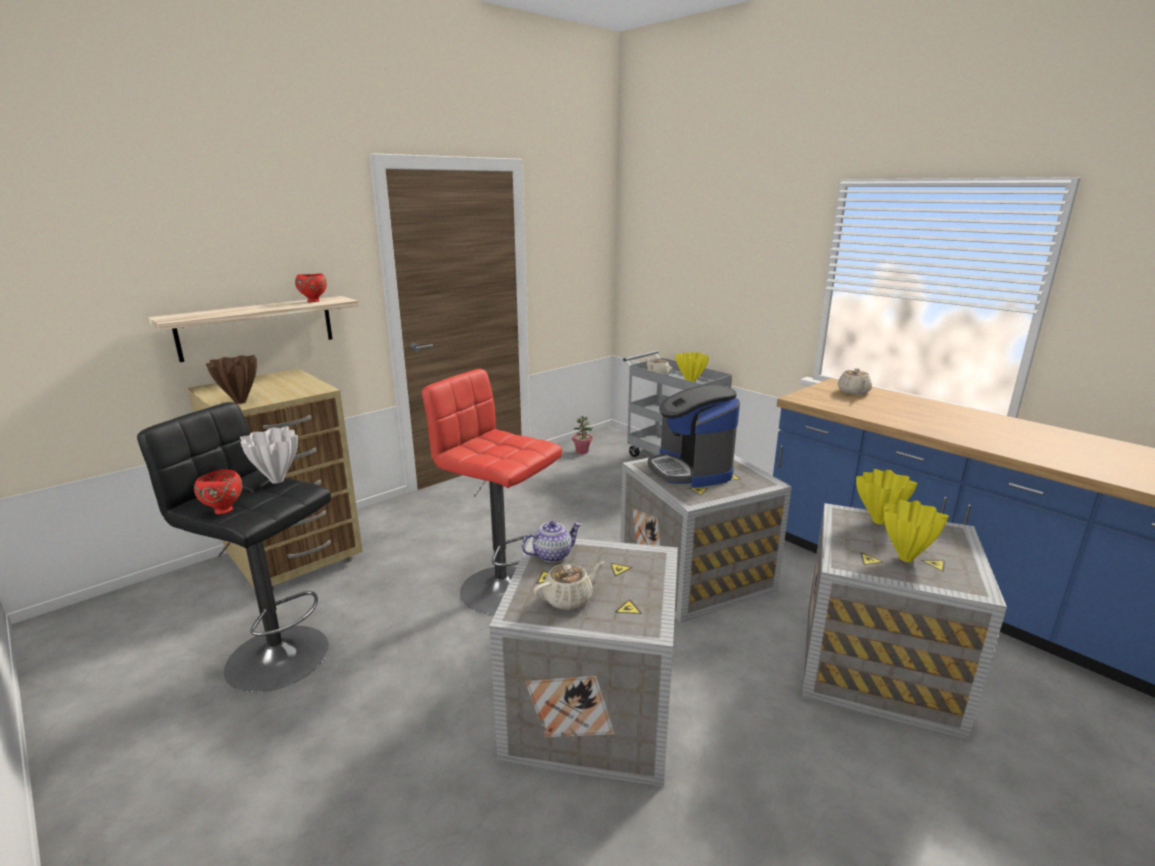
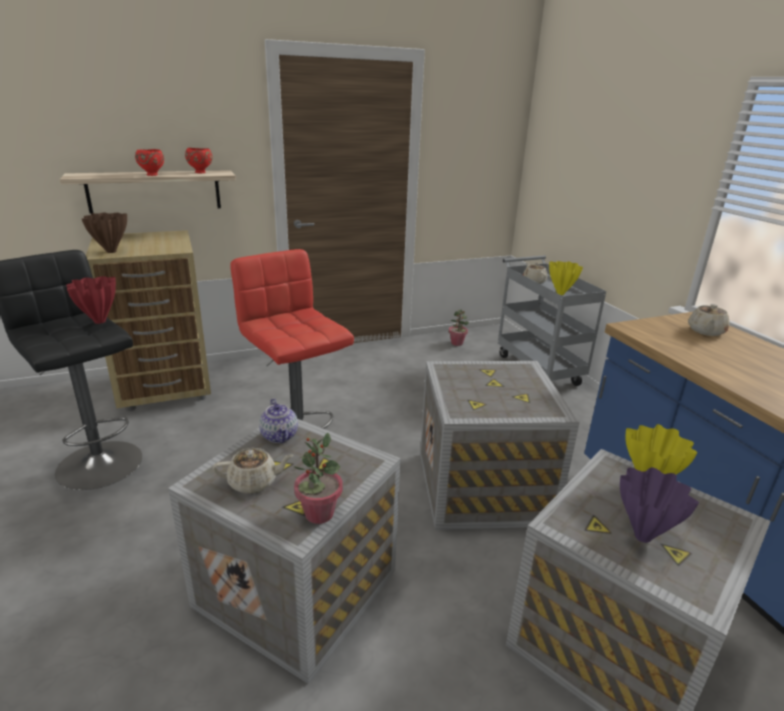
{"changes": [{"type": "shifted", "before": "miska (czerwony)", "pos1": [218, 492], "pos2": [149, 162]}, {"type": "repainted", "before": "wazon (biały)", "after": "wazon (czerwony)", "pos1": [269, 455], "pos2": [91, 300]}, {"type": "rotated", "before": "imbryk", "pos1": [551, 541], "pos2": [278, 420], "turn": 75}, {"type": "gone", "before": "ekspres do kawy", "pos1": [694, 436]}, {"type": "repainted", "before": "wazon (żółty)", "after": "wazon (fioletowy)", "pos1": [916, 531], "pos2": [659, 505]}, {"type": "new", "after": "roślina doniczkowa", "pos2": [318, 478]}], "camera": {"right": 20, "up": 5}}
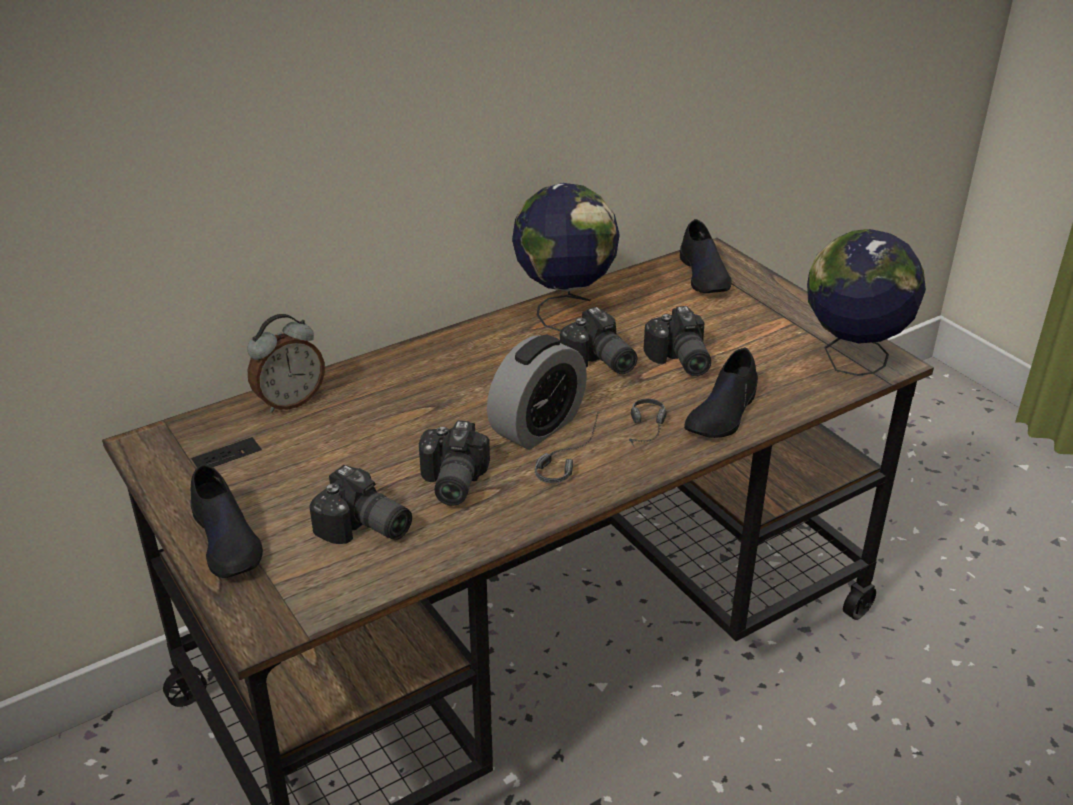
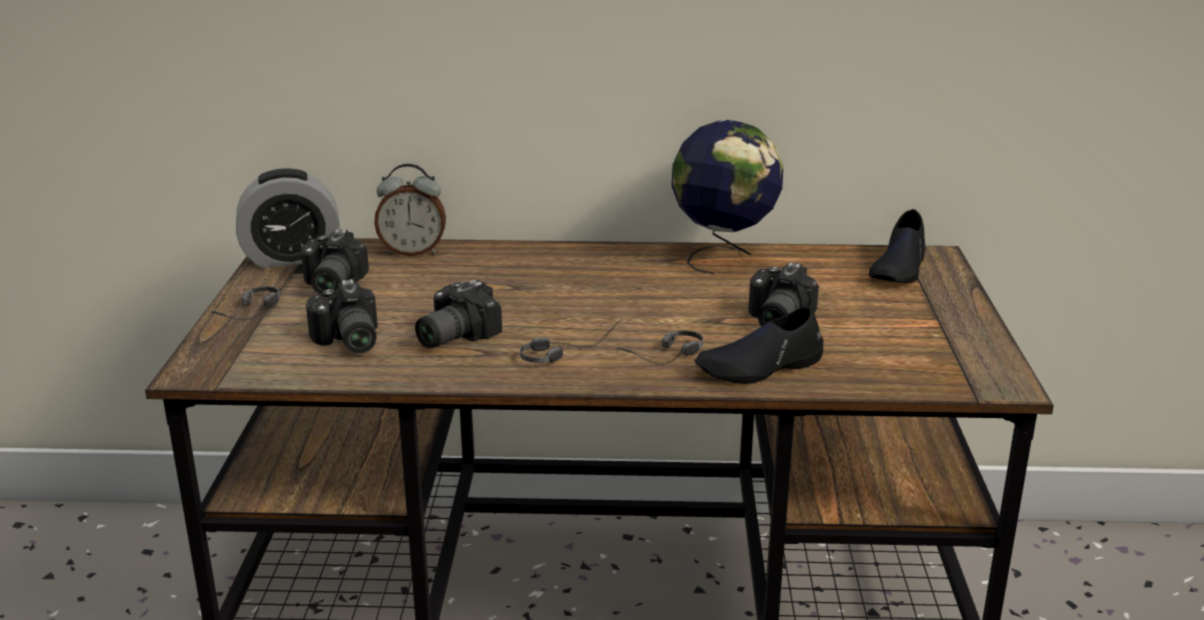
{"changes": [{"type": "swapped", "before": "but (czarny)", "after": "słuchawki", "pos1": [227, 521], "pos2": [245, 303]}, {"type": "shifted", "before": "budzik", "pos1": [537, 392], "pos2": [288, 218]}, {"type": "shifted", "before": "aparat fotograficzny", "pos1": [599, 340], "pos2": [335, 261]}, {"type": "gone", "before": "globus", "pos1": [866, 302]}], "camera": {"right": 35, "up": -10}}
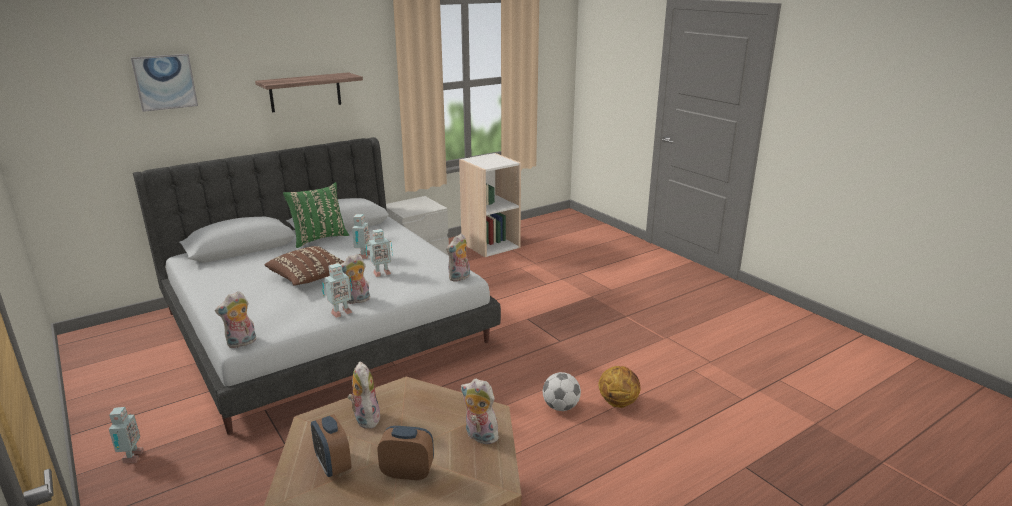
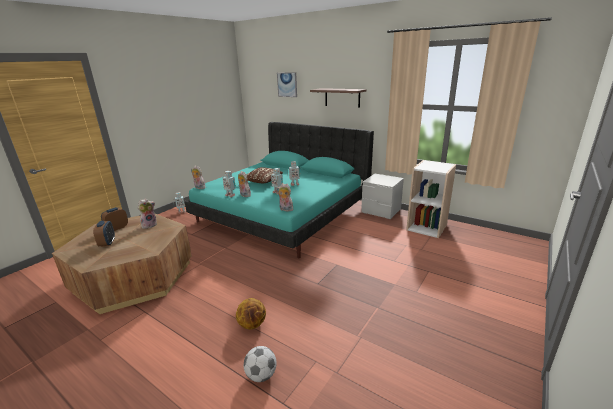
{"changes": [{"type": "repainted", "before": "łóżko (szary)", "after": "łóżko (turkusowy)", "pos1": [317, 286], "pos2": [279, 190]}, {"type": "gone", "before": "poduszka (zielony)", "pos1": [316, 215]}, {"type": "gone", "before": "pluszak", "pos1": [482, 411]}, {"type": "shifted", "before": "piłka futbolowa", "pos1": [562, 391], "pos2": [260, 364]}], "camera": {"right": 70, "up": 0}}
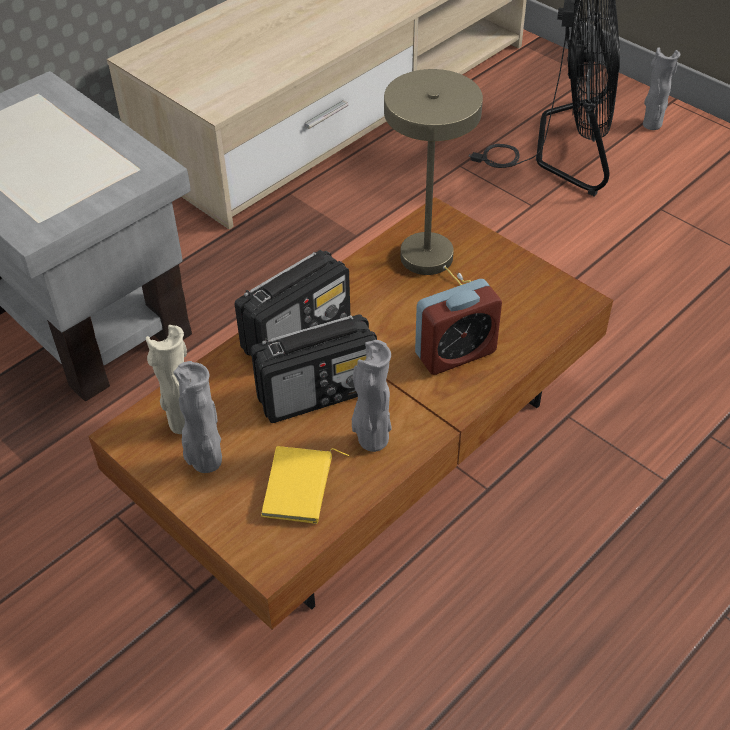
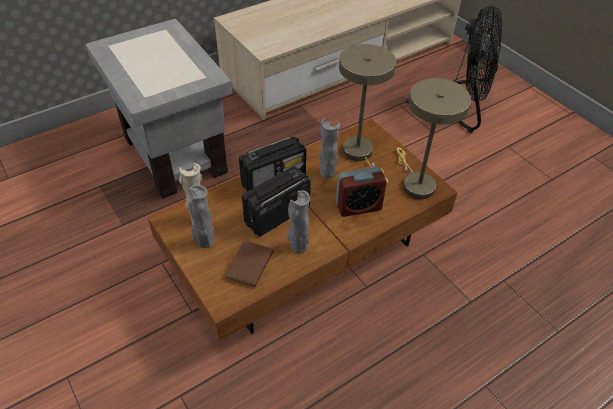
{"changes": [{"type": "rotated", "before": "radio", "pos1": [314, 368], "pos2": [276, 201], "turn": 150}, {"type": "repainted", "before": "książka (żółty)", "after": "książka (brązowy)", "pos1": [305, 485], "pos2": [254, 263]}, {"type": "shifted", "before": "wazon (szary)", "pos1": [661, 88], "pos2": [329, 148]}, {"type": "new", "after": "lampa stołowa (beżowy)", "pos2": [434, 138]}], "camera": {"right": 10, "up": 0}}
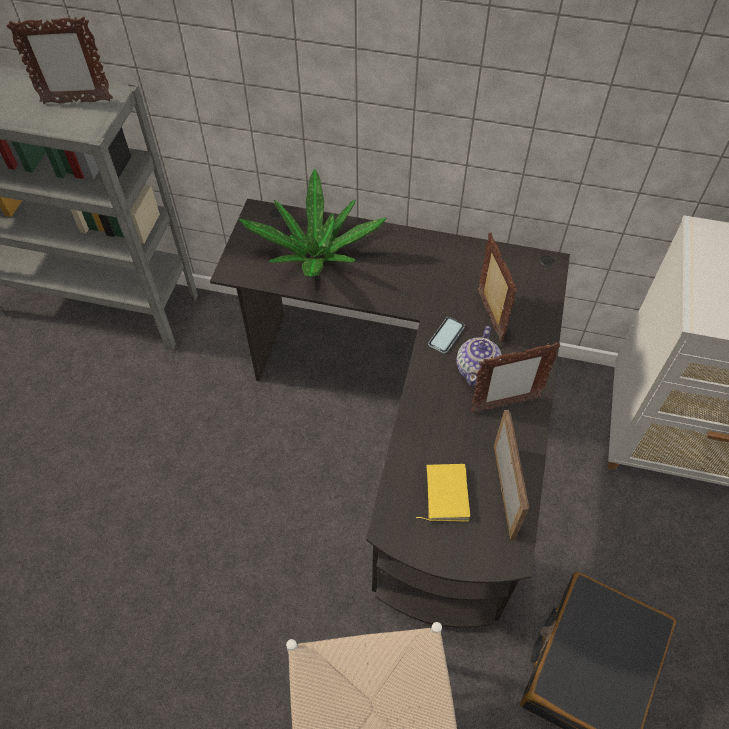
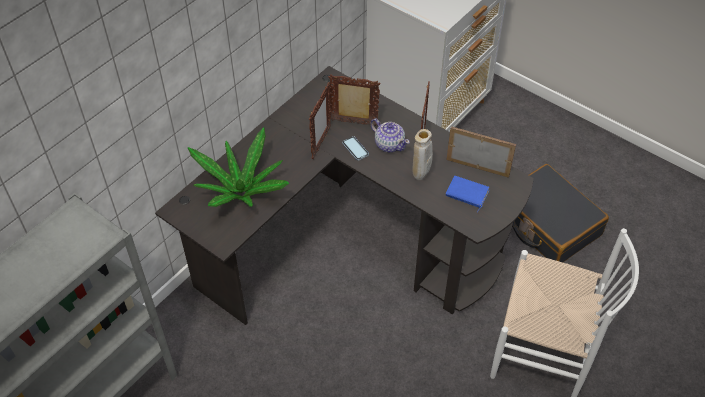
{"changes": [{"type": "shifted", "before": "ramka na zdjęcie", "pos1": [59, 60], "pos2": [320, 120]}, {"type": "repainted", "before": "książka (żółty)", "after": "książka (niebieski)", "pos1": [443, 493], "pos2": [468, 194]}, {"type": "new", "after": "wazon (beżowy)", "pos2": [422, 154]}], "camera": {"right": -65, "up": -5}}
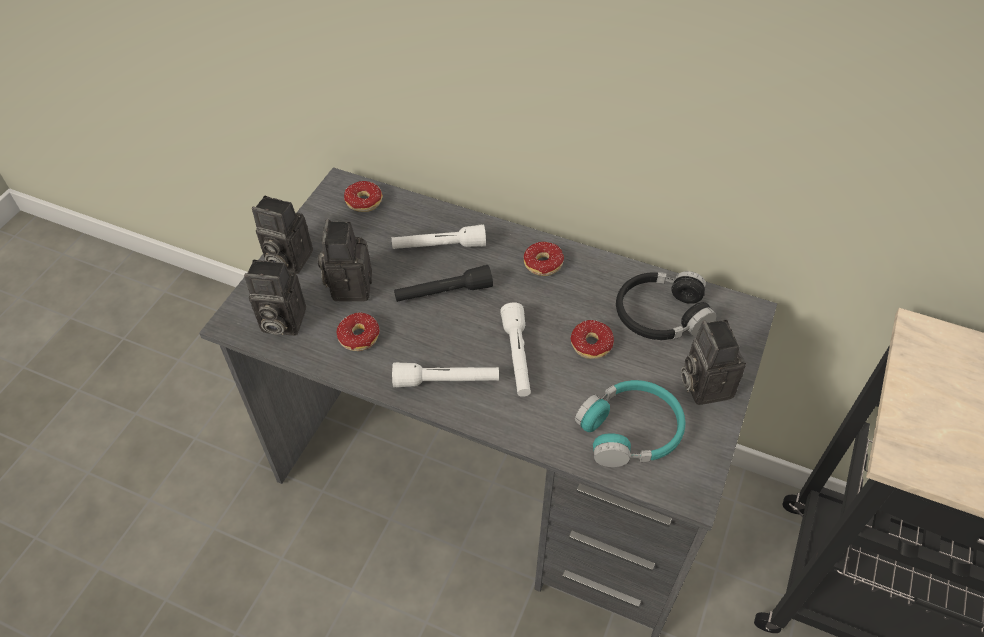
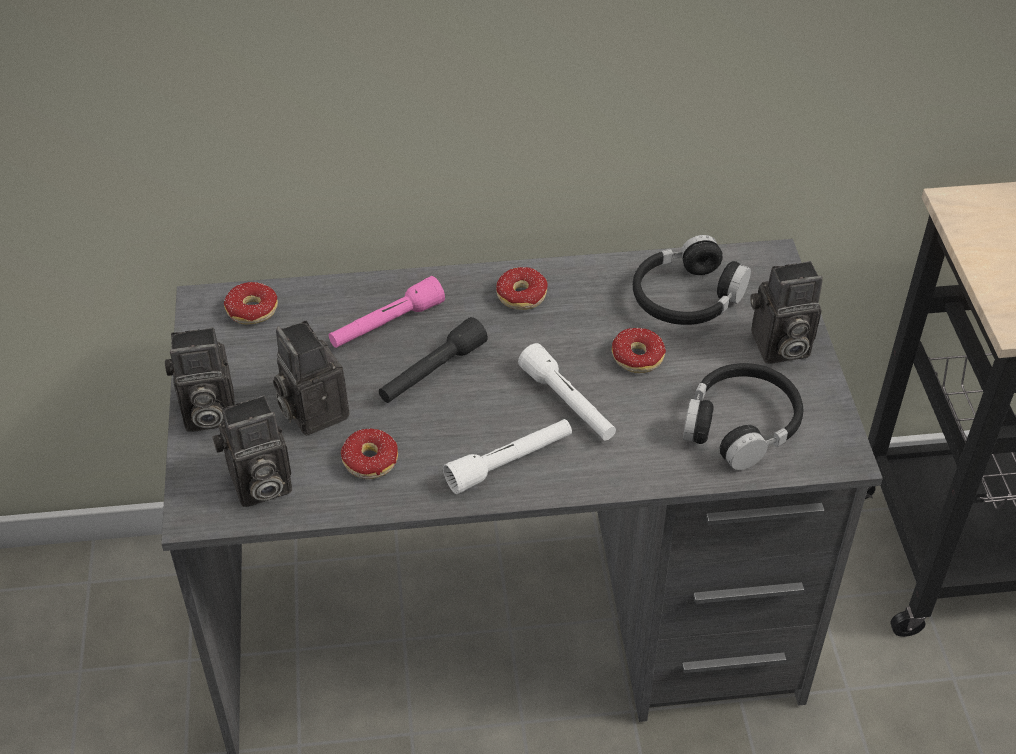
{"changes": [{"type": "repainted", "before": "latarka (biały)", "after": "latarka (różowy)", "pos1": [439, 237], "pos2": [387, 312]}, {"type": "repainted", "before": "słuchawki (turkusowy)", "after": "słuchawki (czarny)", "pos1": [630, 423], "pos2": [743, 416]}, {"type": "rotated", "before": "aparat fotograficzny", "pos1": [713, 362], "pos2": [786, 312], "turn": -60}], "camera": {"right": -30, "up": -5}}
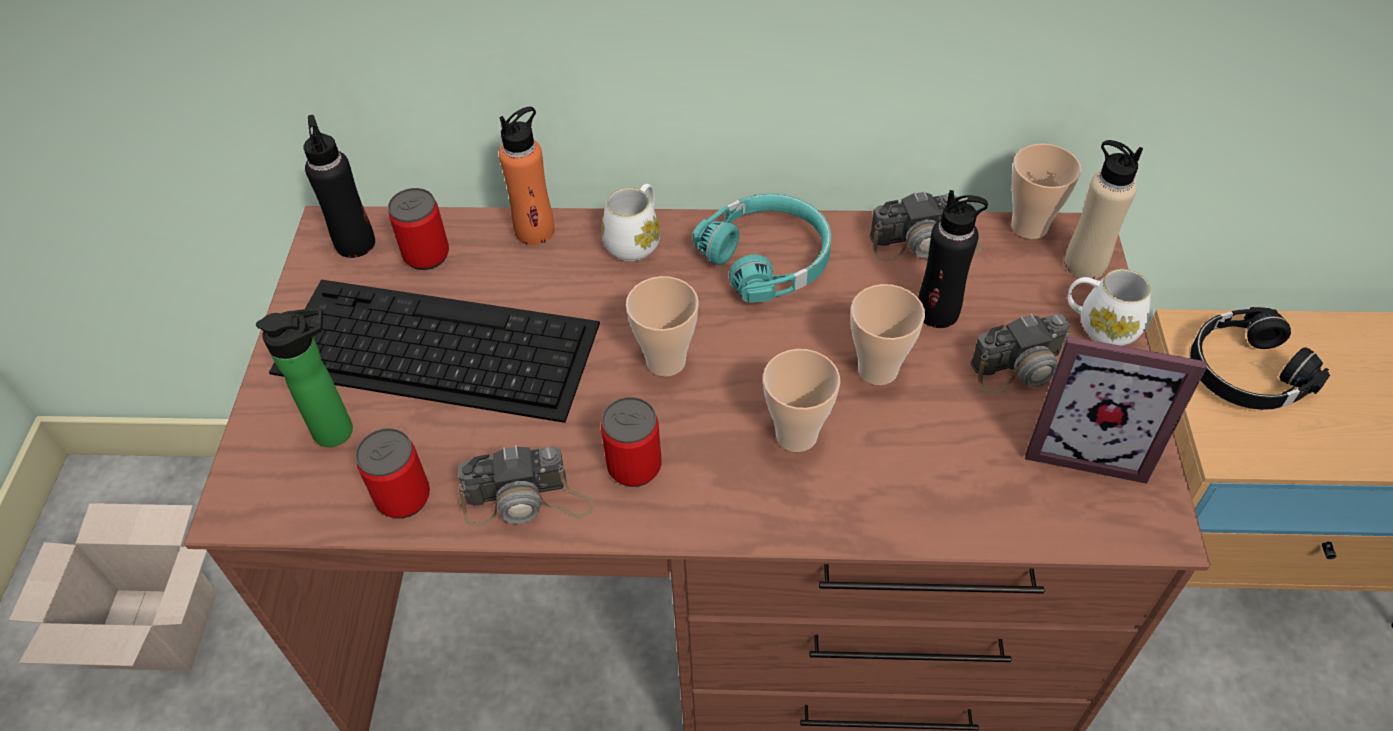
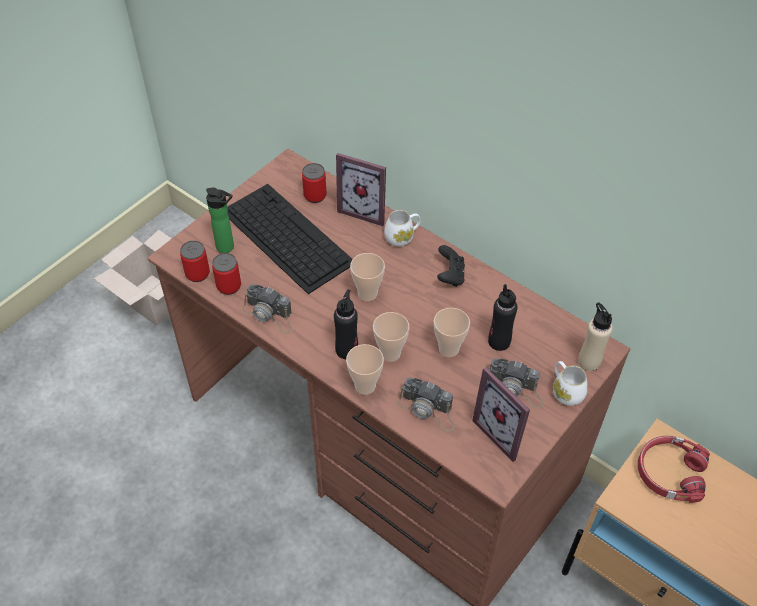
{"changes": [{"type": "shifted", "before": "butelka (czarny)", "pos1": [339, 186], "pos2": [346, 324]}, {"type": "swapped", "before": "butelka (pomarańczowy)", "after": "ramka na zdjęcie", "pos1": [526, 176], "pos2": [361, 189]}, {"type": "shifted", "before": "puszka", "pos1": [631, 442], "pos2": [195, 261]}, {"type": "swapped", "before": "słuchawki (turkusowy)", "after": "pad do gier (czarny)", "pos1": [762, 248], "pos2": [451, 266]}, {"type": "shifted", "before": "aparat fotograficzny", "pos1": [926, 225], "pos2": [426, 405]}, {"type": "shifted", "before": "filiżanka", "pos1": [1046, 191], "pos2": [365, 369]}, {"type": "repainted", "before": "słuchawki (czarny)", "after": "słuchawki (czerwony)", "pos1": [1260, 358], "pos2": [674, 469]}], "camera": {"right": 35, "up": 0}}
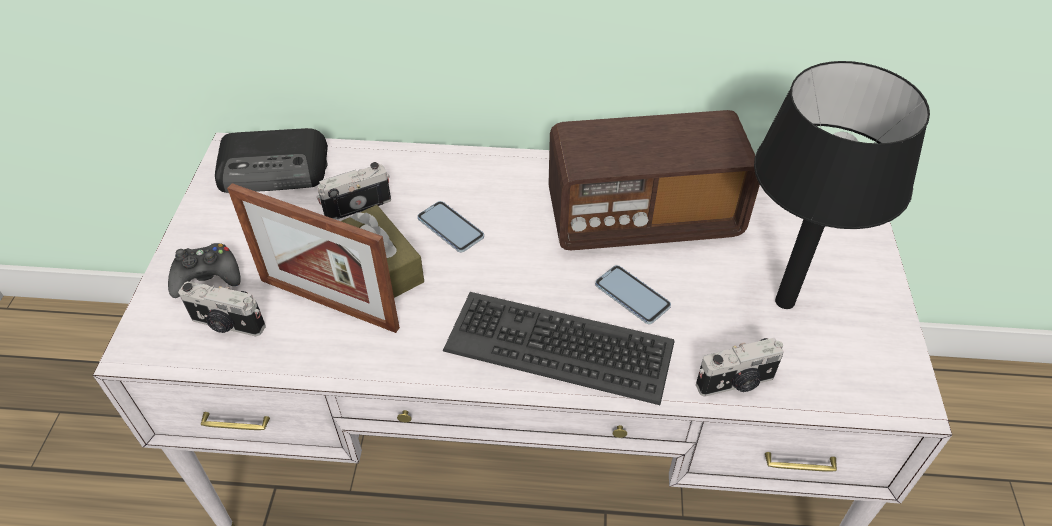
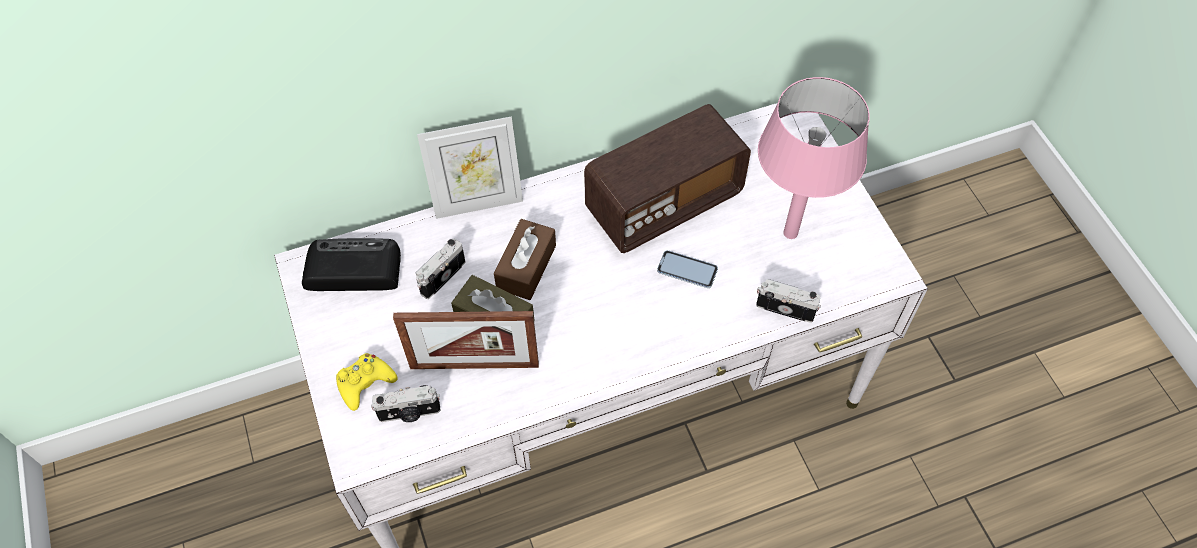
{"changes": [{"type": "repainted", "before": "pad do gier (czarny)", "after": "pad do gier (żółty)", "pos1": [204, 270], "pos2": [367, 382]}, {"type": "rotated", "before": "radio", "pos1": [271, 160], "pos2": [351, 264], "turn": -150}, {"type": "swapped", "before": "telefon", "after": "pudełko chusteczek (brązowy)", "pos1": [450, 226], "pos2": [525, 259]}, {"type": "gone", "before": "klawiatura", "pos1": [559, 348]}, {"type": "rotated", "before": "aparat fotograficzny", "pos1": [740, 367], "pos2": [788, 301], "turn": -120}, {"type": "repainted", "before": "lampa stołowa (czarny)", "after": "lampa stołowa (różowy)", "pos1": [842, 185], "pos2": [814, 158]}, {"type": "new", "after": "ramka na zdjęcie", "pos2": [470, 167]}], "camera": {"right": -25, "up": 10}}
